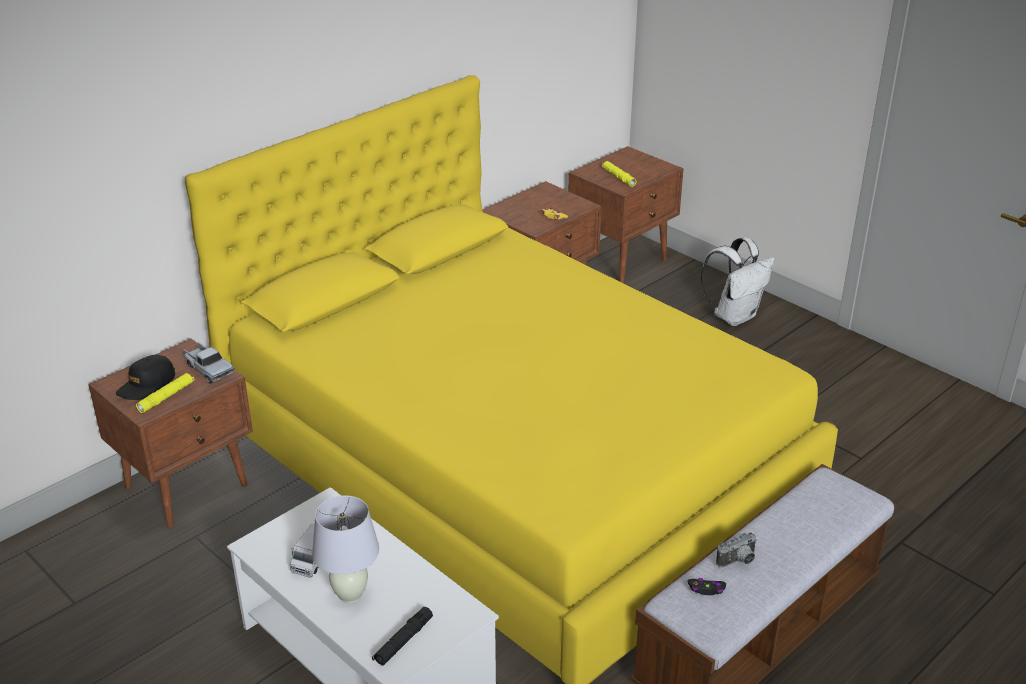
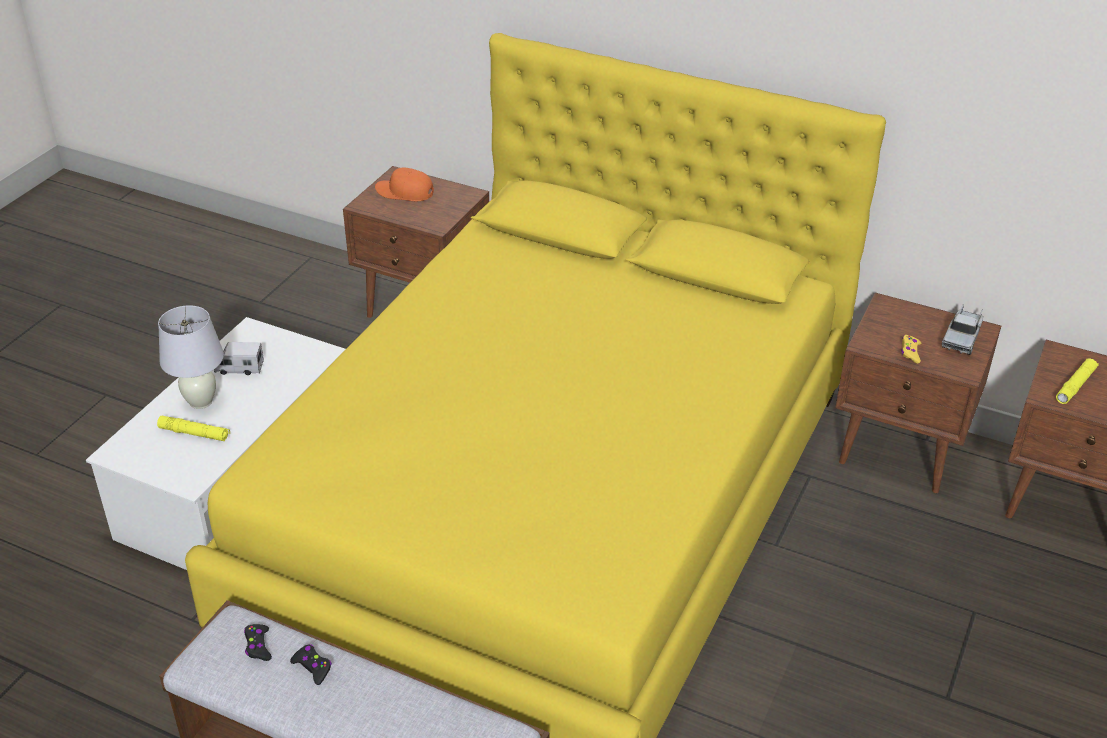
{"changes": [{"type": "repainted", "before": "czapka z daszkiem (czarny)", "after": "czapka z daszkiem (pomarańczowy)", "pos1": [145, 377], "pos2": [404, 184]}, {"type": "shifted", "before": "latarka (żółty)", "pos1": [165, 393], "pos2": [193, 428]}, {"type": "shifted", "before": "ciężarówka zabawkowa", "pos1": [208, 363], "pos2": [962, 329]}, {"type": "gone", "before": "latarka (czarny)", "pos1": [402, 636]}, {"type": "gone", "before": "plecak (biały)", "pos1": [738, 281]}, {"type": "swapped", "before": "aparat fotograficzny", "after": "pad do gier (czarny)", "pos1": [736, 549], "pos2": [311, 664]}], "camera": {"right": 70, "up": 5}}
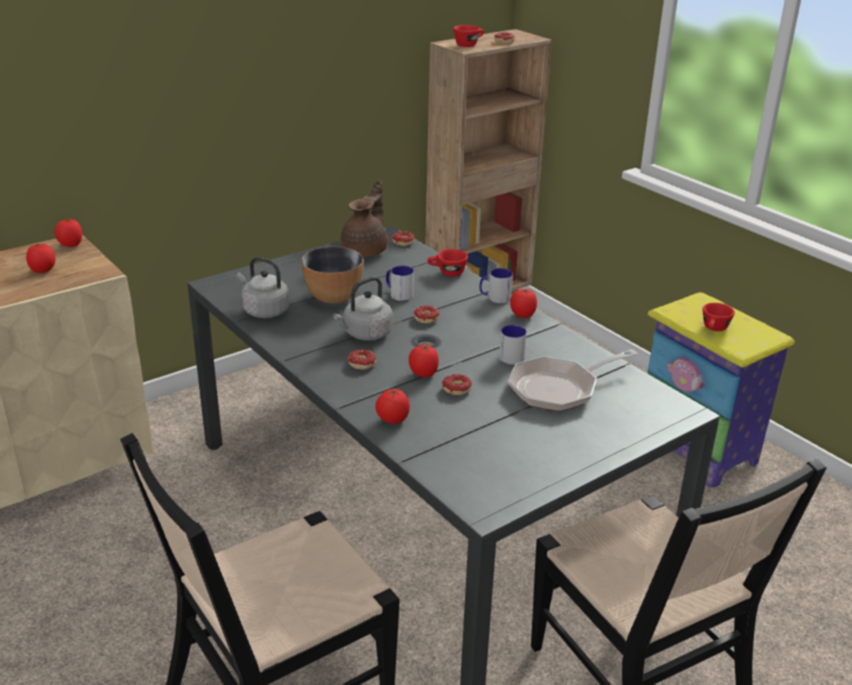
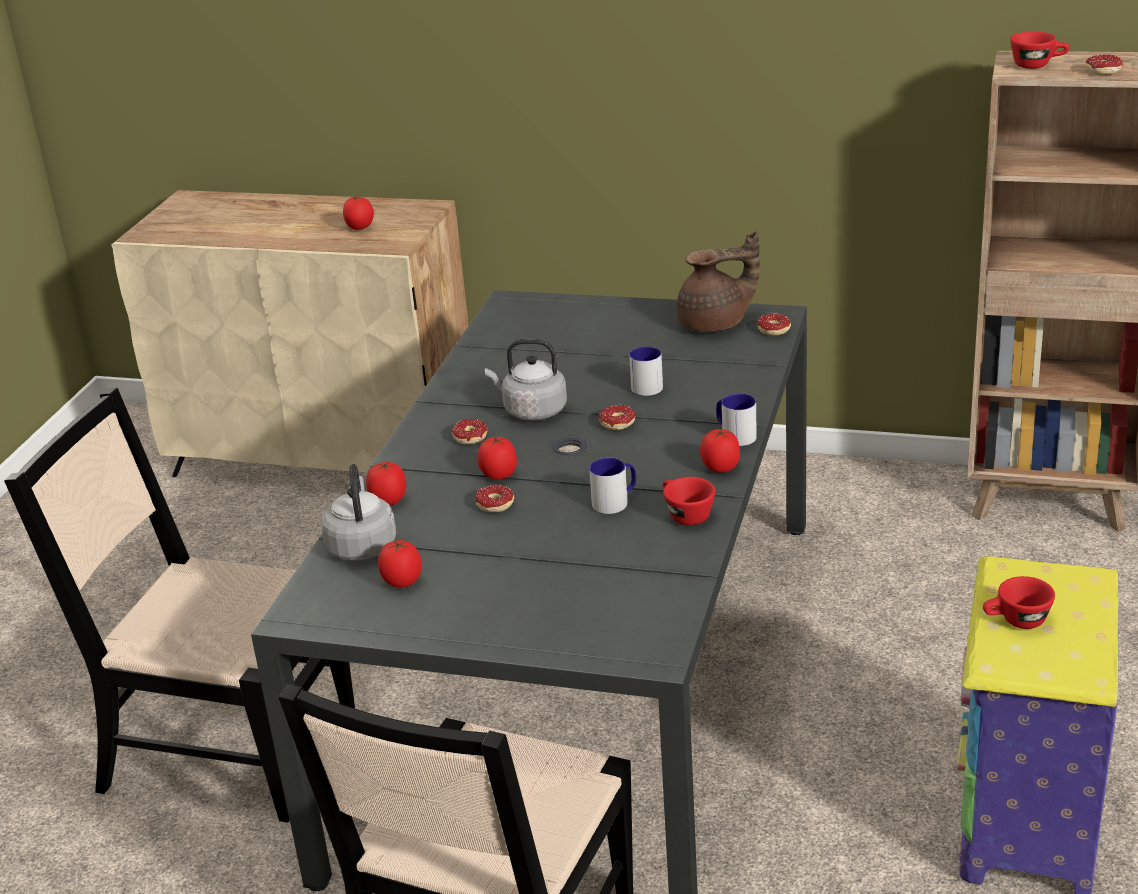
{"changes": [{"type": "shifted", "before": "pomidor", "pos1": [68, 233], "pos2": [400, 564]}, {"type": "shifted", "before": "czajnik (szary)", "pos1": [263, 287], "pos2": [358, 512]}, {"type": "gone", "before": "miska", "pos1": [332, 275]}, {"type": "shifted", "before": "filiżanka (czerwony)", "pos1": [447, 263], "pos2": [689, 501]}, {"type": "gone", "before": "patelnia", "pos1": [573, 380]}], "camera": {"right": 55, "up": 0}}
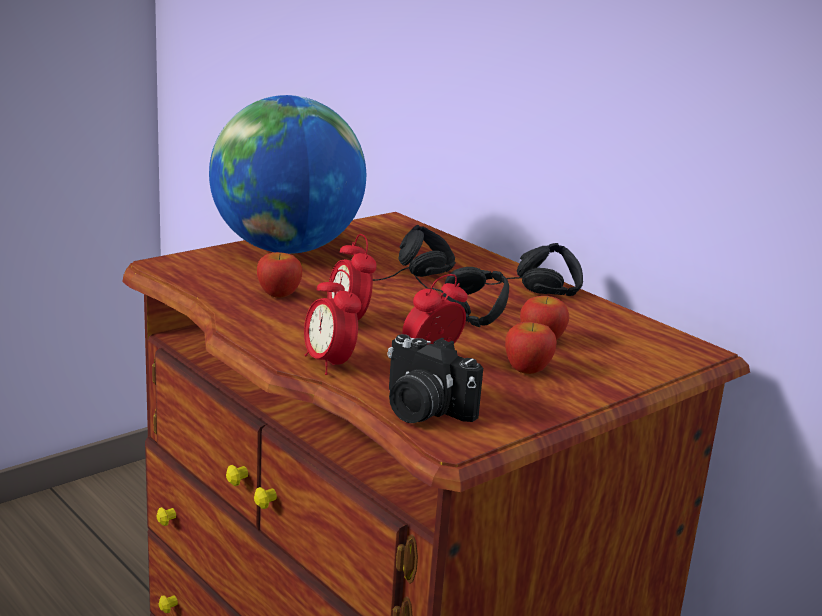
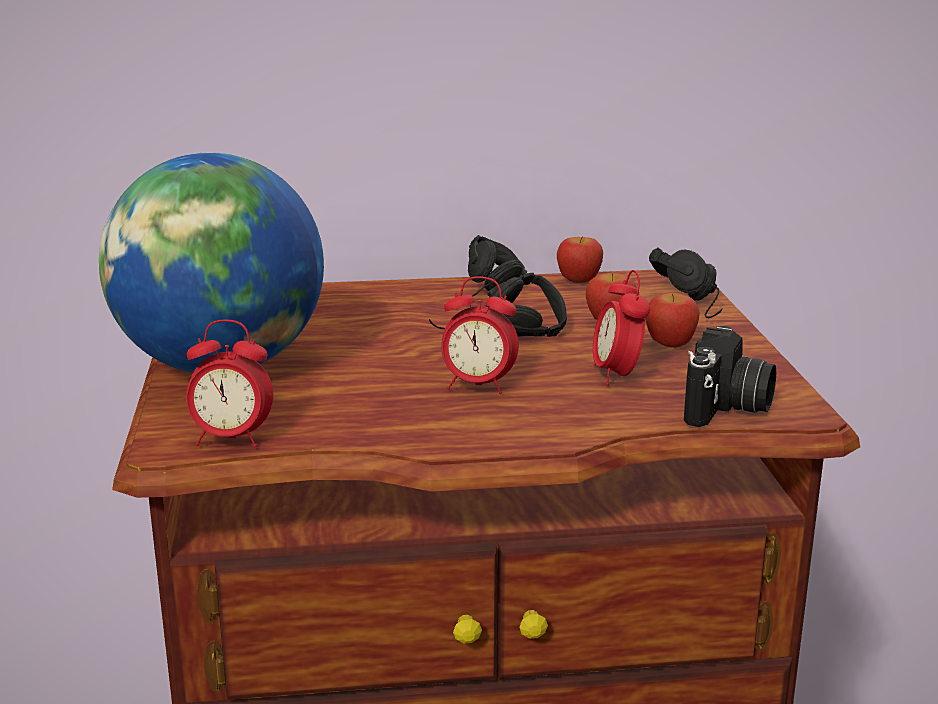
{"changes": [{"type": "shifted", "before": "jabłko", "pos1": [279, 275], "pos2": [580, 260]}, {"type": "shifted", "before": "budzik", "pos1": [332, 322], "pos2": [229, 383]}, {"type": "shifted", "before": "słuchawki (czarny)", "pos1": [414, 253], "pos2": [686, 283]}, {"type": "rotated", "before": "aparat fotograficzny", "pos1": [435, 378], "pos2": [730, 376], "turn": -45}], "camera": {"right": -55, "up": 0}}
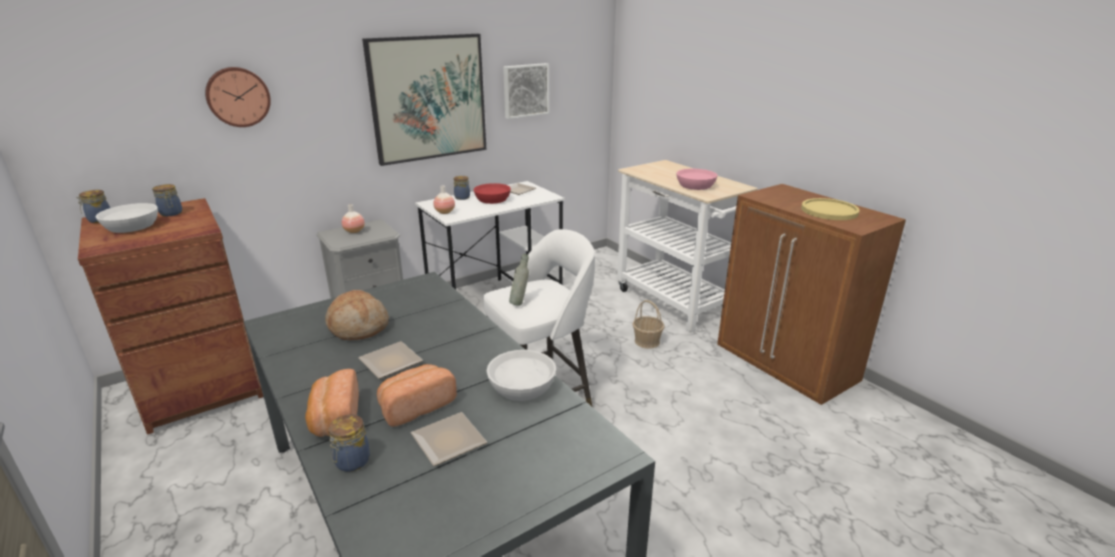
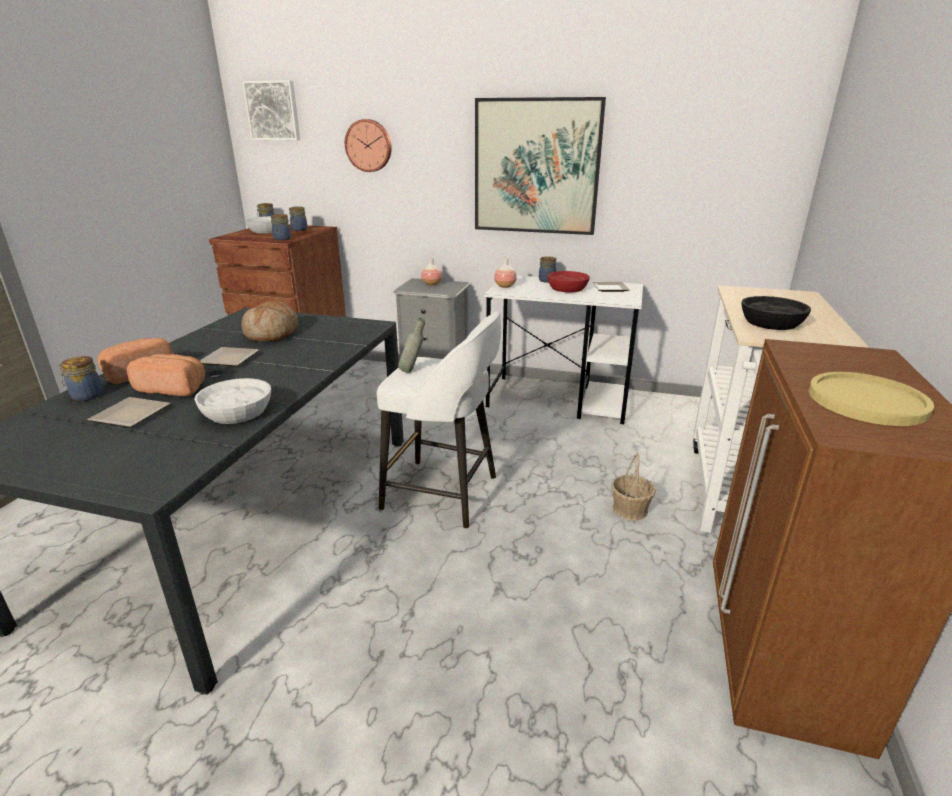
{"changes": [{"type": "shifted", "before": "obraz", "pos1": [526, 91], "pos2": [271, 110]}, {"type": "repainted", "before": "miska (różowy)", "after": "miska (czarny)", "pos1": [696, 179], "pos2": [776, 313]}, {"type": "new", "after": "słoik", "pos2": [281, 227]}], "camera": {"right": 50, "up": 0}}
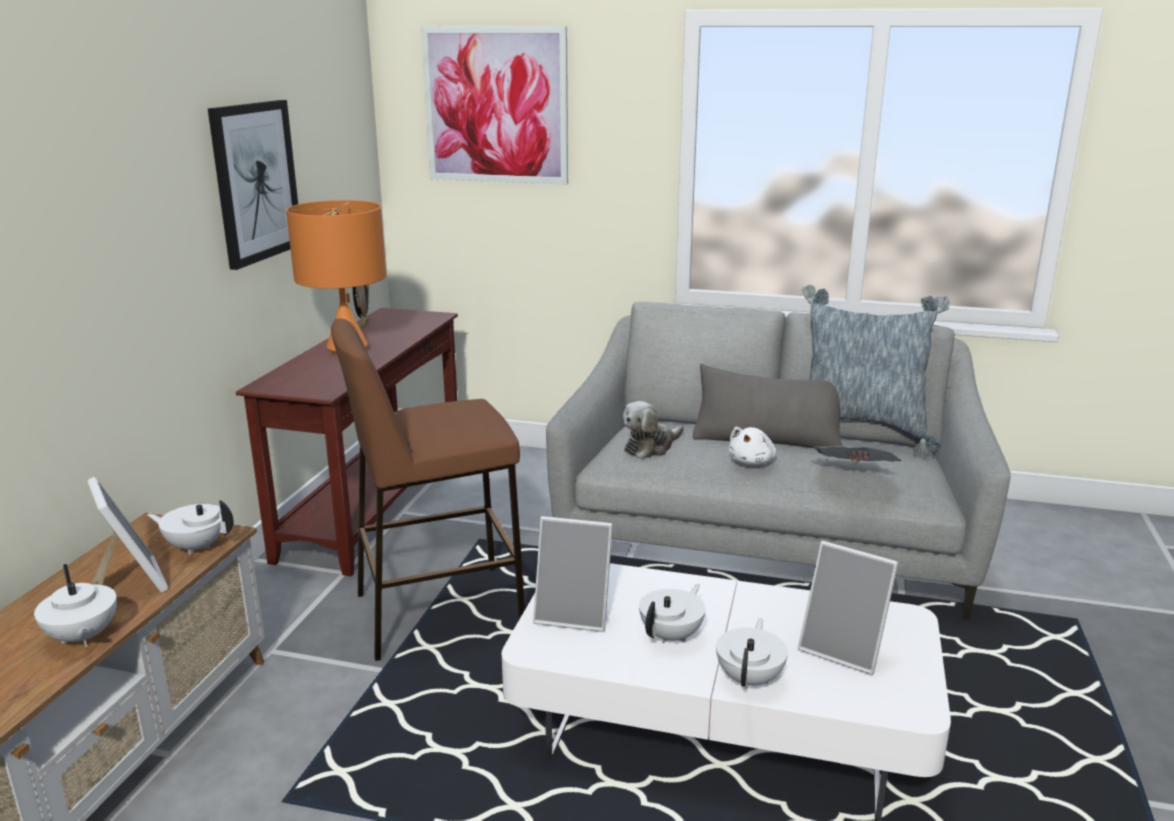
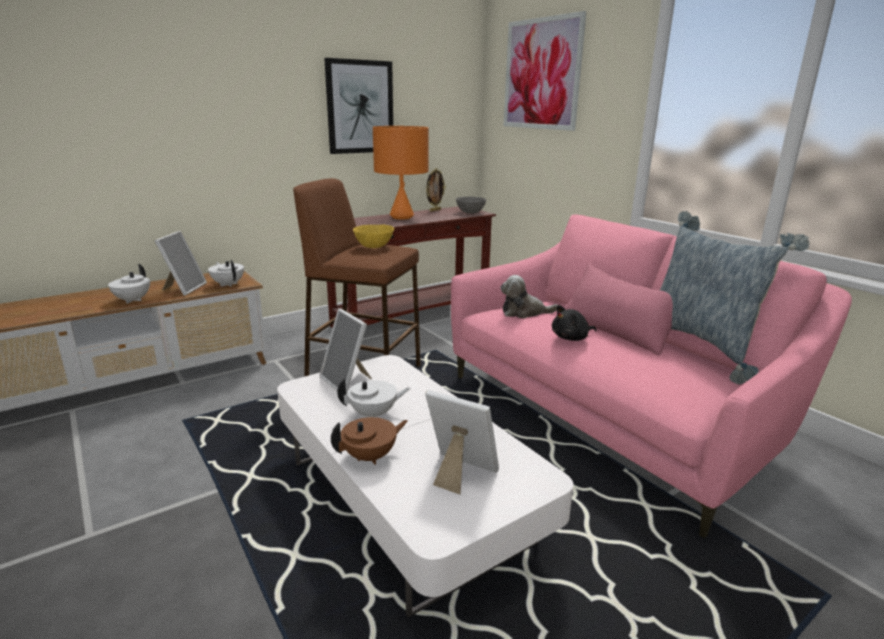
{"changes": [{"type": "repainted", "before": "kanapa (szary)", "after": "kanapa (różowy)", "pos1": [778, 461], "pos2": [651, 376]}, {"type": "repainted", "before": "imbryk (biały)", "after": "imbryk (brązowy)", "pos1": [752, 653], "pos2": [369, 441]}, {"type": "repainted", "before": "pluszak (biały)", "after": "pluszak (czarny)", "pos1": [752, 446], "pos2": [574, 323]}, {"type": "rotated", "before": "ramka na zdjęcie", "pos1": [848, 608], "pos2": [462, 442], "turn": 135}, {"type": "gone", "before": "gazeta", "pos1": [856, 454]}, {"type": "new", "after": "miska (żółty)", "pos2": [373, 236]}, {"type": "new", "after": "miska (szary)", "pos2": [471, 204]}], "camera": {"right": 40, "up": 0}}
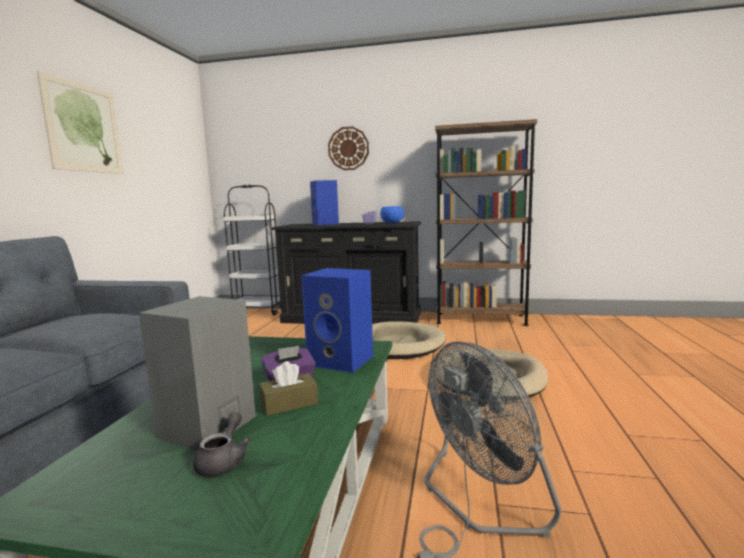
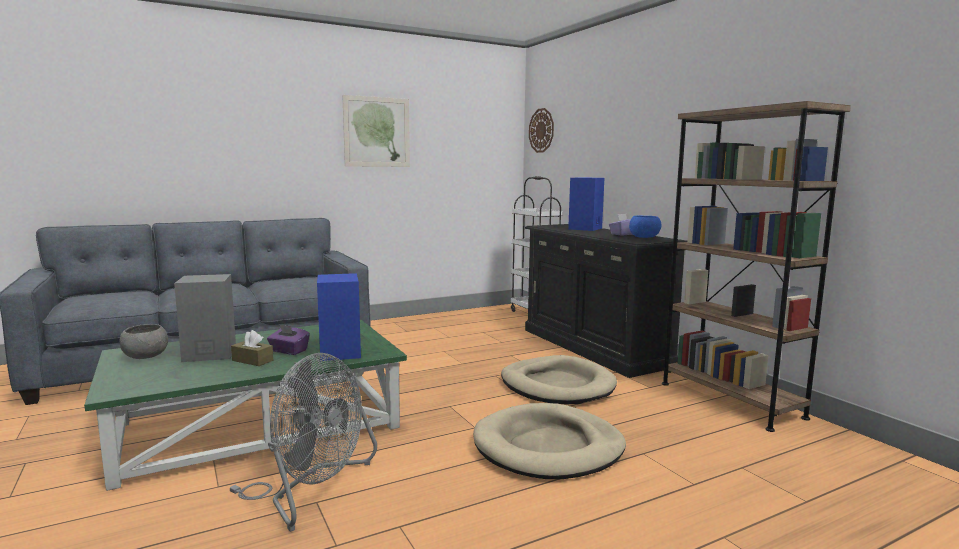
{"changes": [{"type": "gone", "before": "imbryk (szary)", "pos1": [222, 444]}, {"type": "shifted", "before": "zegar ścienny", "pos1": [348, 148], "pos2": [541, 130]}, {"type": "new", "after": "miska (szary)", "pos2": [144, 341]}], "camera": {"right": 50, "up": 0}}
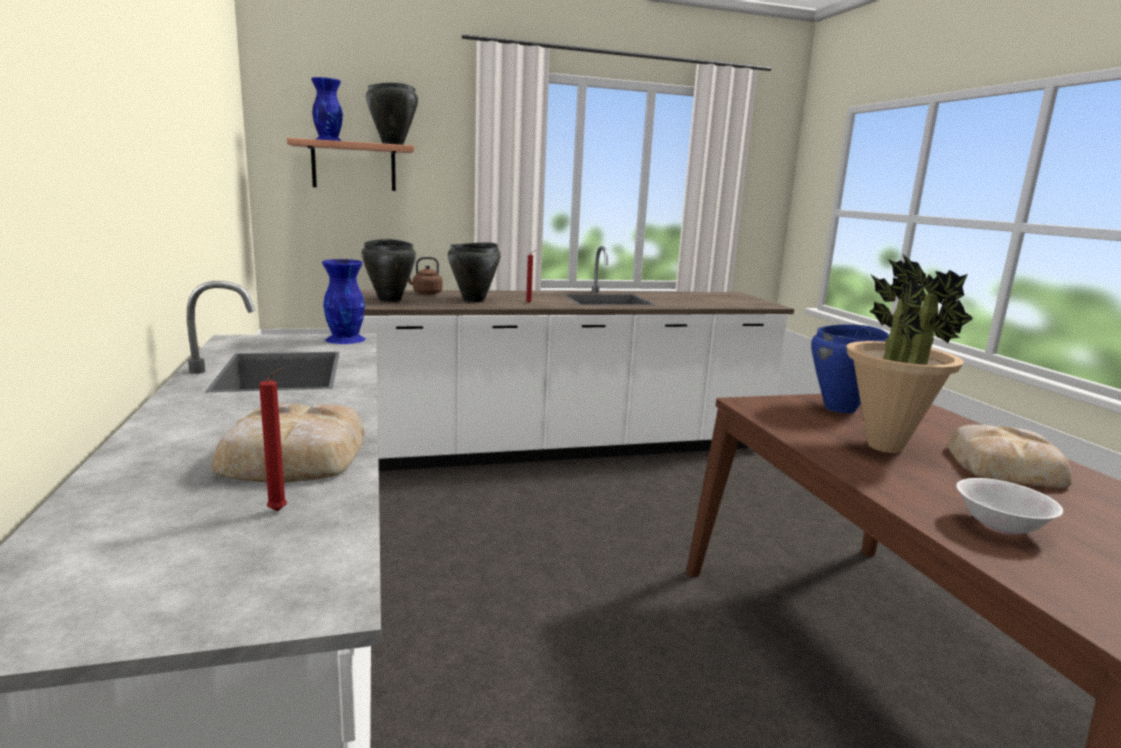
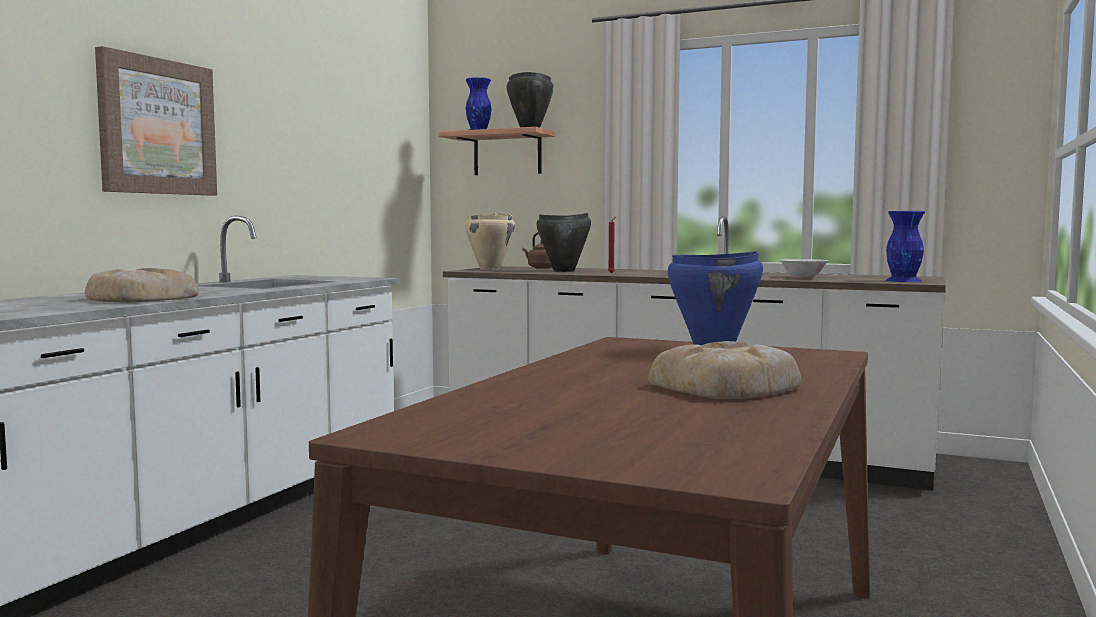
{"changes": [{"type": "gone", "before": "świeca (czerwony)", "pos1": [273, 439]}, {"type": "shifted", "before": "wazon (niebieski)", "pos1": [344, 301], "pos2": [905, 246]}, {"type": "repainted", "before": "garnek (czarny)", "after": "garnek (beżowy)", "pos1": [388, 270], "pos2": [490, 241]}, {"type": "gone", "before": "roślina doniczkowa", "pos1": [909, 353]}, {"type": "shifted", "before": "miska (biały)", "pos1": [1009, 506], "pos2": [804, 268]}, {"type": "new", "after": "obraz", "pos2": [156, 120]}], "camera": {"right": 40, "up": -10}}
